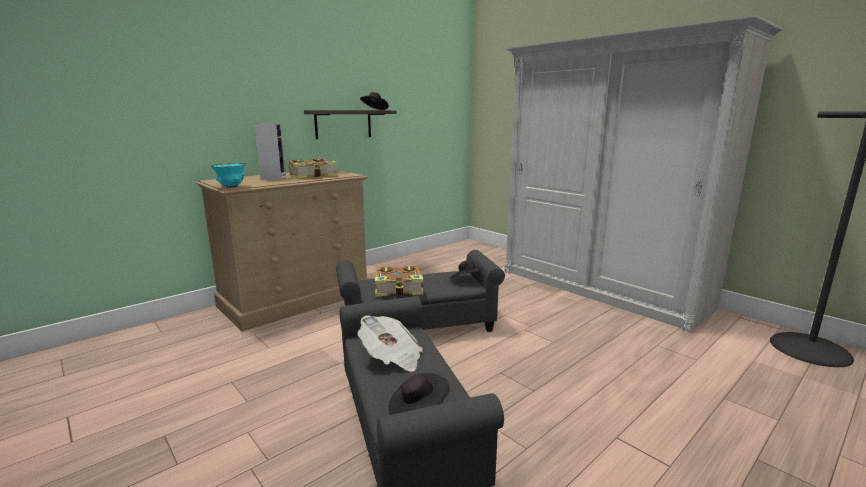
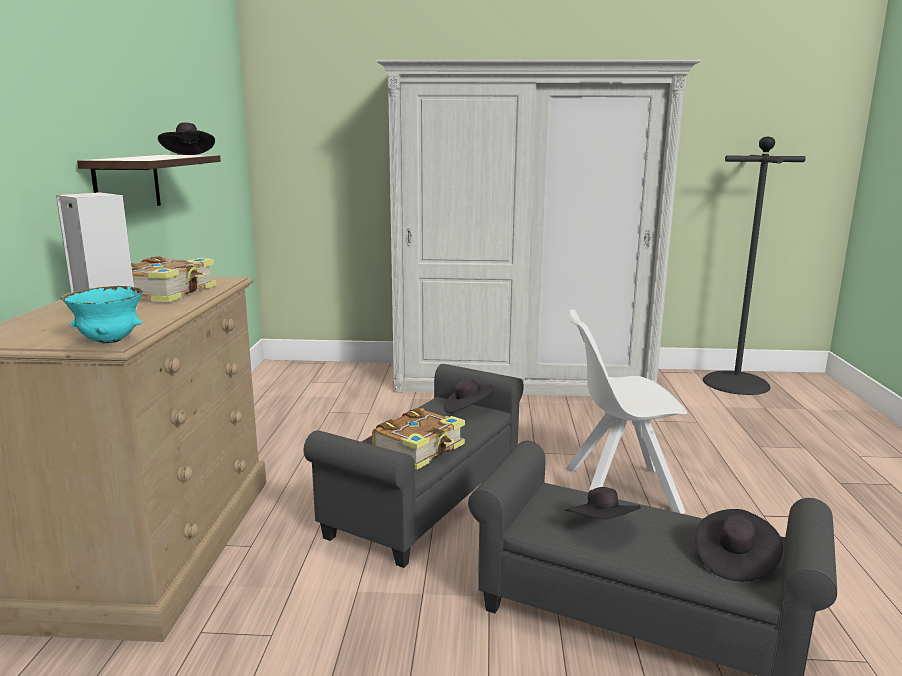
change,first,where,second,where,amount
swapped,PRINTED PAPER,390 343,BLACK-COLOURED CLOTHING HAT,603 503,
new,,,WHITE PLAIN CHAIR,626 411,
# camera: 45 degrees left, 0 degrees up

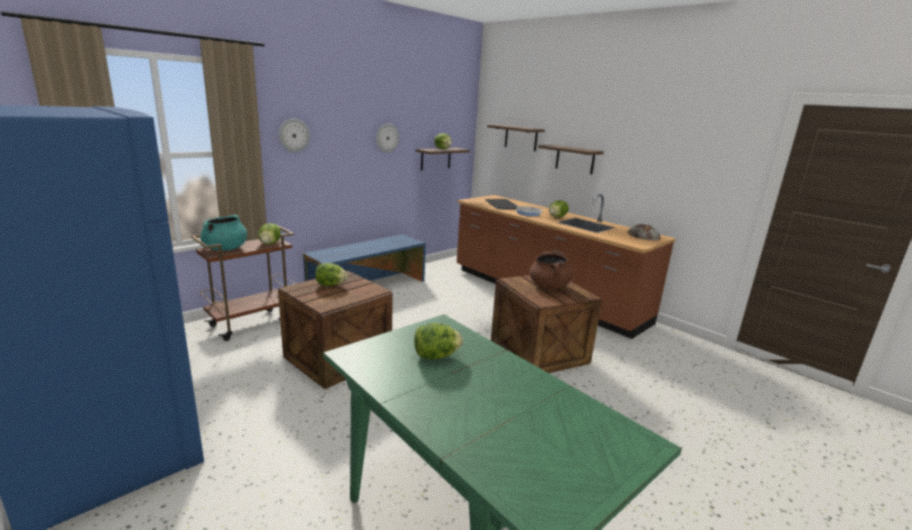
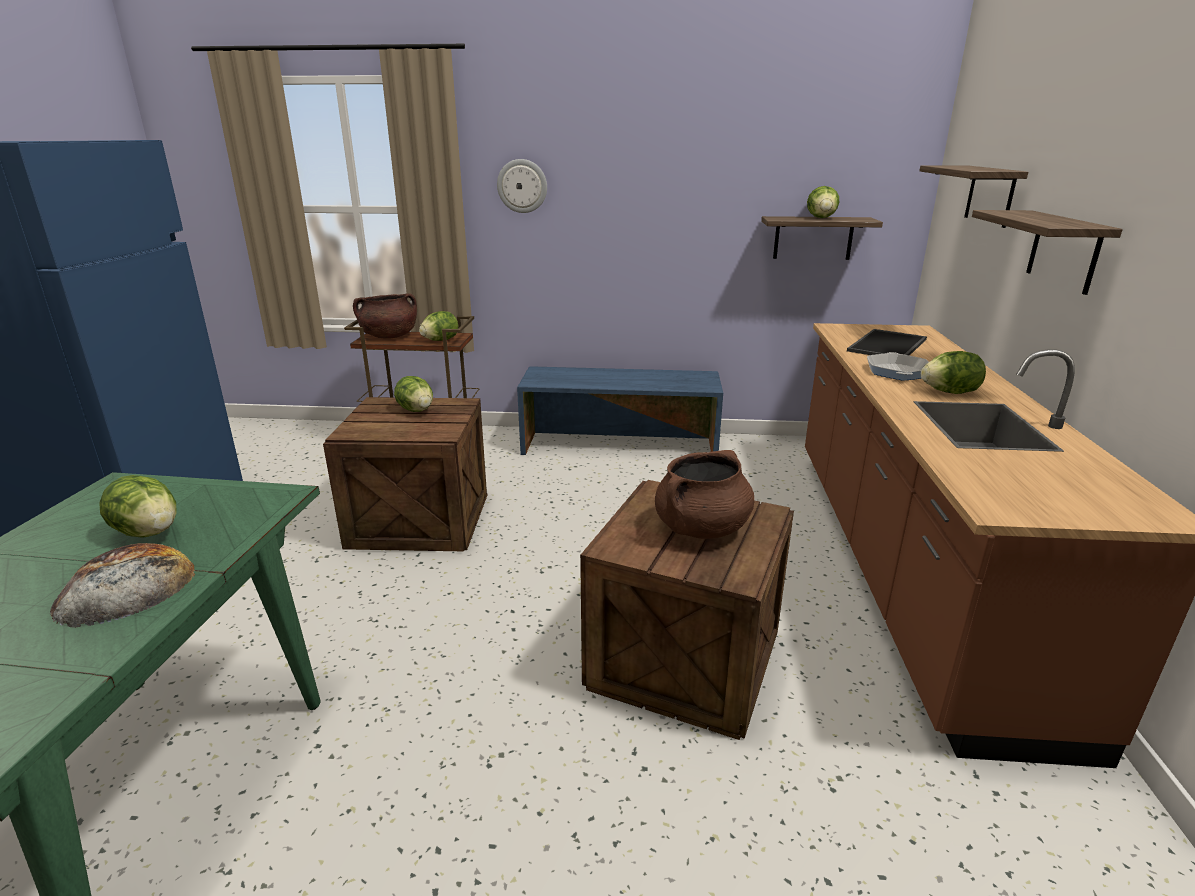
change,first,where,second,where,amount
shifted,BREAD,644 232,,122 585,
repainted,TURQUOISE COOKING POT,223 233,BROWNISH COOKING POT,385 316,
gone,HANGING CLOCK,387 138,,,
# camera: 50 degrees right, 5 degrees up

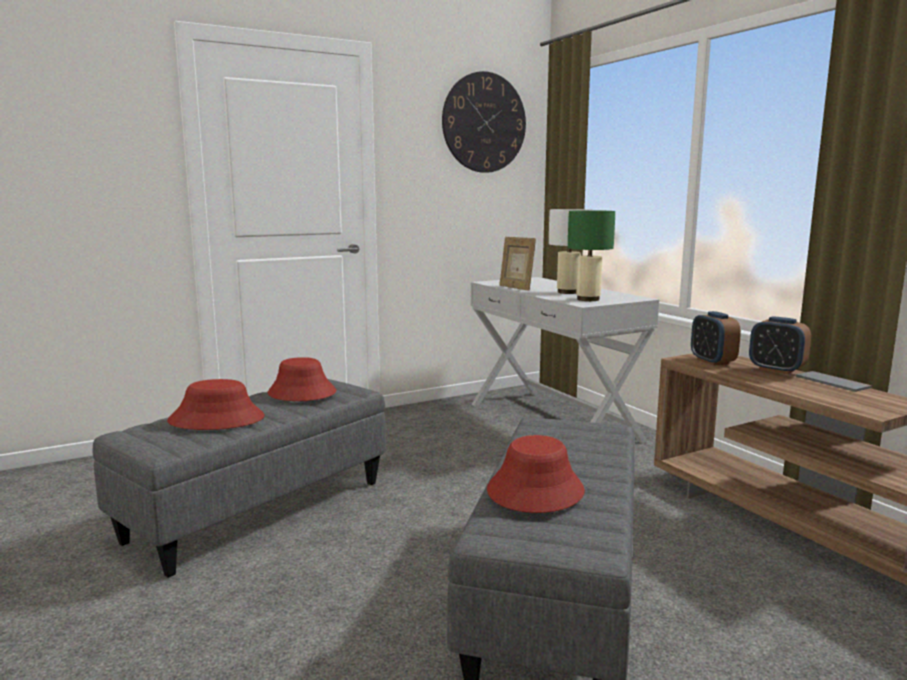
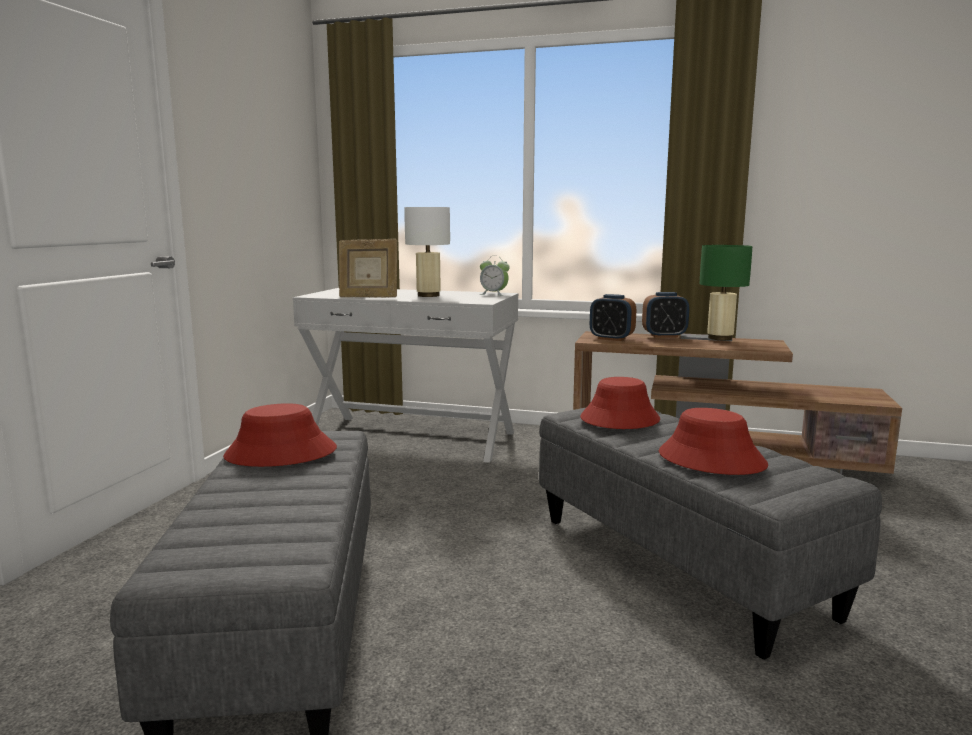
change,first,where,second,where,amount
new,,,TABLE CLOCK,495 276,
shifted,RED-COLOURED CLOTHING HAT,216 404,,620 403,
shifted,GREEN LAMP FOR A TABLE,591 255,,726 292,
gone,HANGING CLOCK,484 122,,,
# camera: 45 degrees left, 0 degrees up

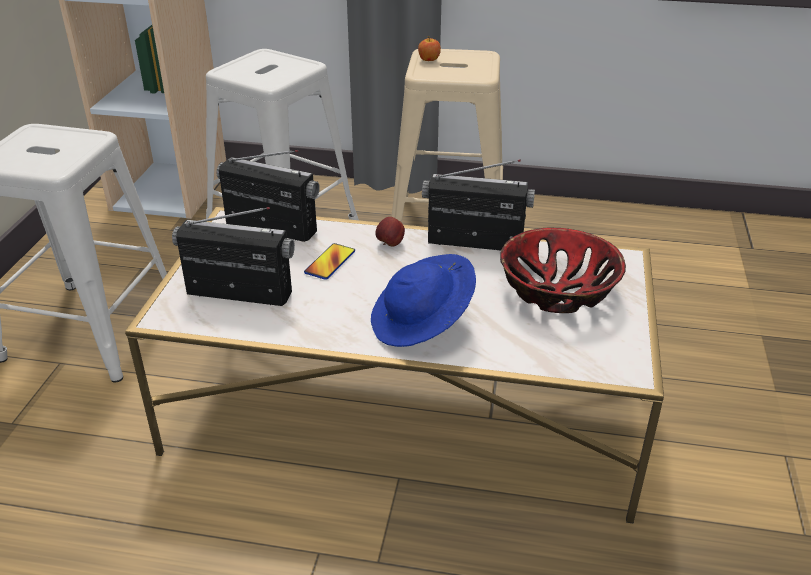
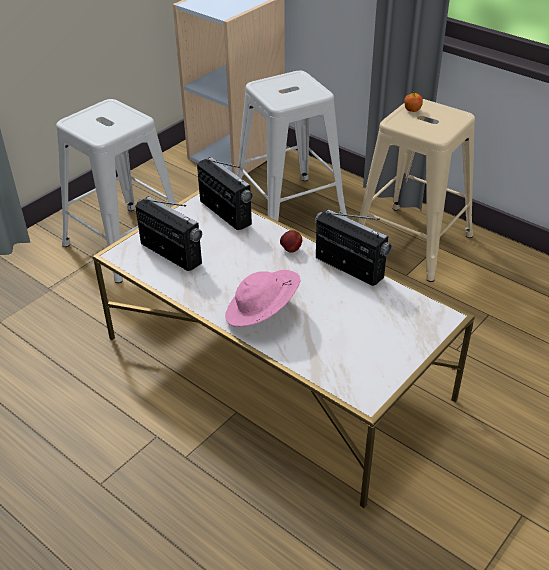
change,first,where,second,where,amount
repainted,BLUE CLOTHING HAT,423 300,PINKISH CLOTHING HAT,262 298,
gone,TELEPHONE,329 261,,,
gone,DEEP DISH,563 270,,,
# camera: 30 degrees right, 5 degrees up

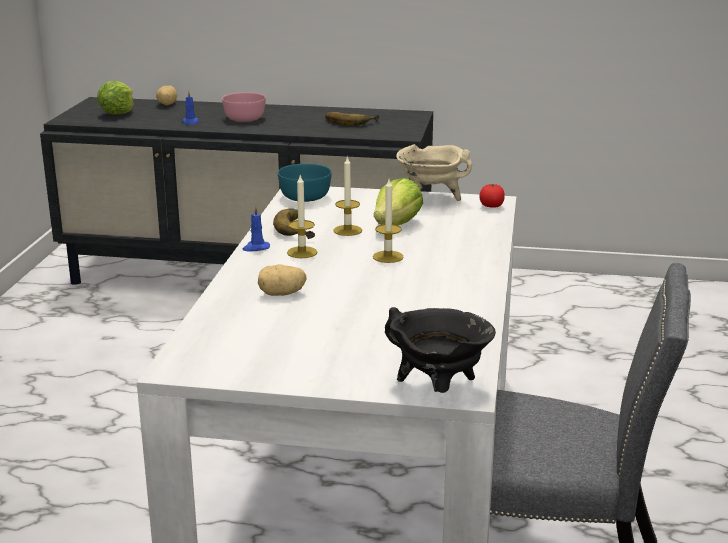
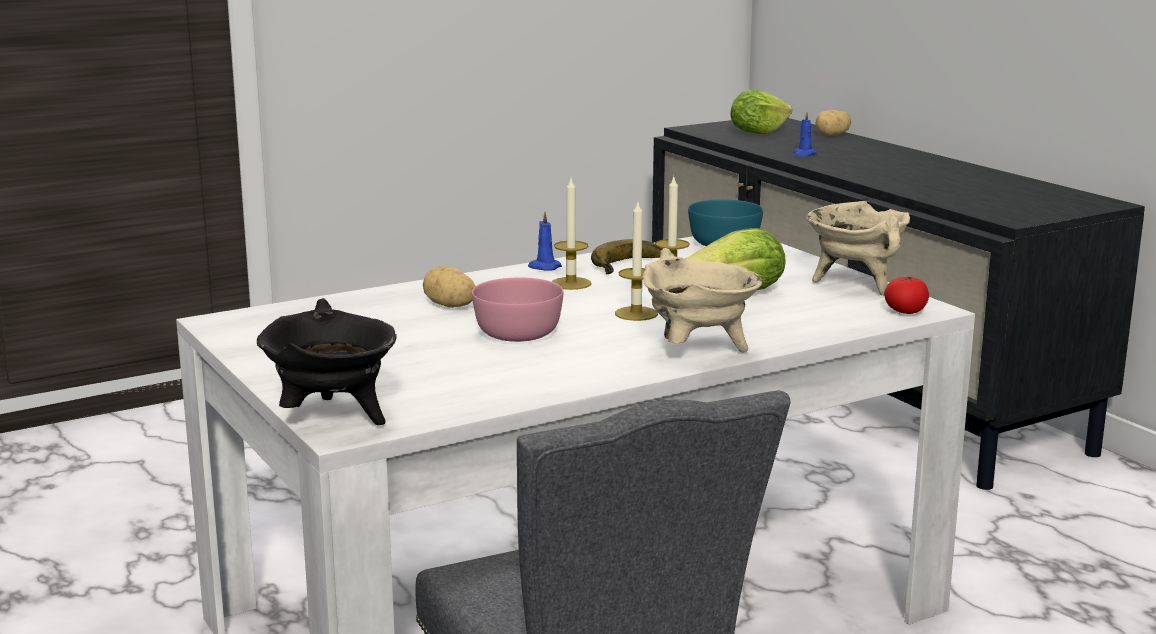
change,first,where,second,where,amount
shifted,PINKISH DEEP DISH,244 107,,517 310,
new,,,BEIGE COOKING POT,702 300,
gone,BANANA FRUIT,352 118,,,
# camera: 50 degrees right, 5 degrees down

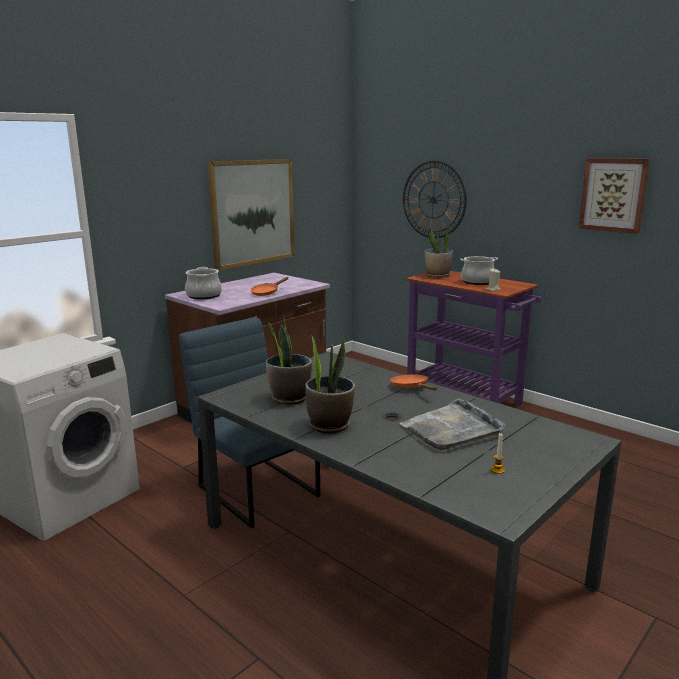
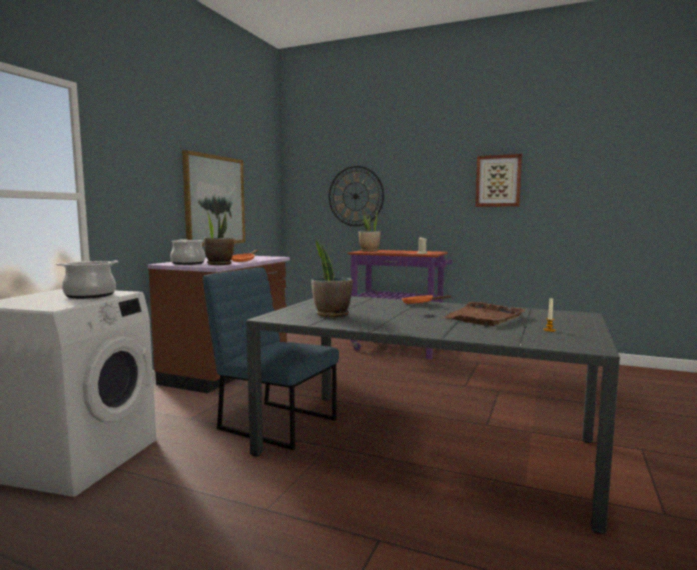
change,first,where,second,where,amount
shifted,COOKING POT,479 270,,87 280,
shifted,PLANT IN A POT,330 384,,219 237,
repainted,GREYISH TRAY,452 424,BROWNISH TRAY,485 314,
# camera: 20 degrees left, 10 degrees down

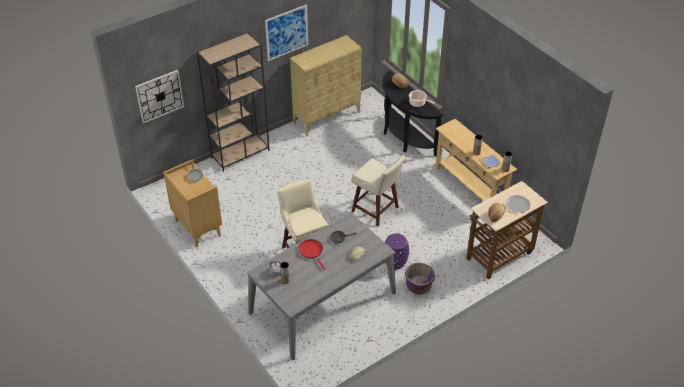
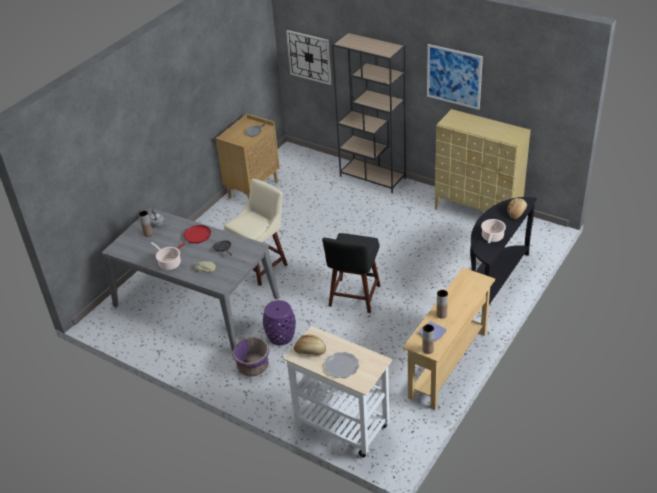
change,first,where,second,where,amount
new,,,COOKING POT,165 256,
repainted,BROWNISH TROLLEY,506 230,WHITE TROLLEY,337 391,
repainted,BEIGE STOOL,378 191,BLACK-COLOURED STOOL,351 273,
# camera: 70 degrees right, 5 degrees down

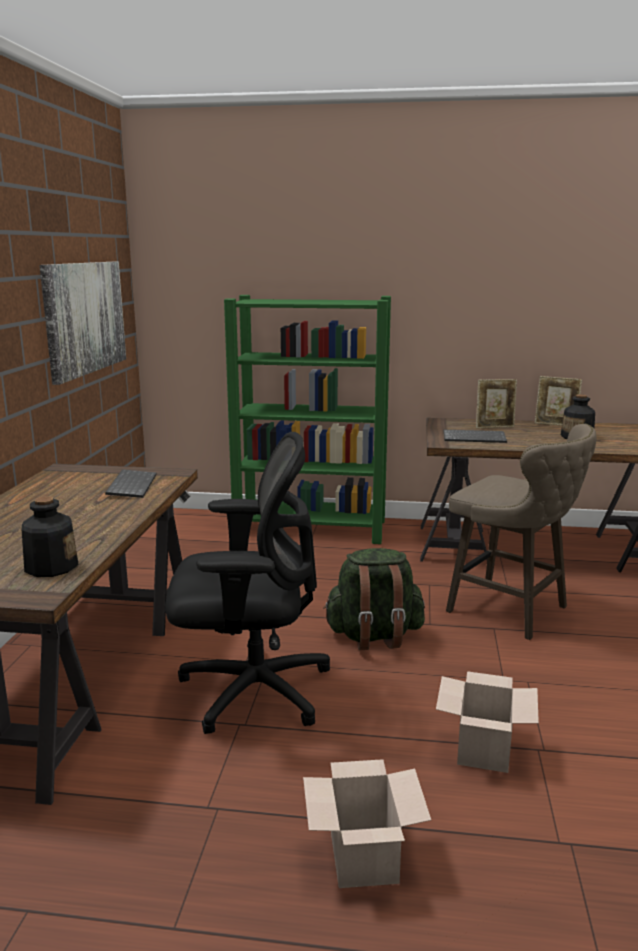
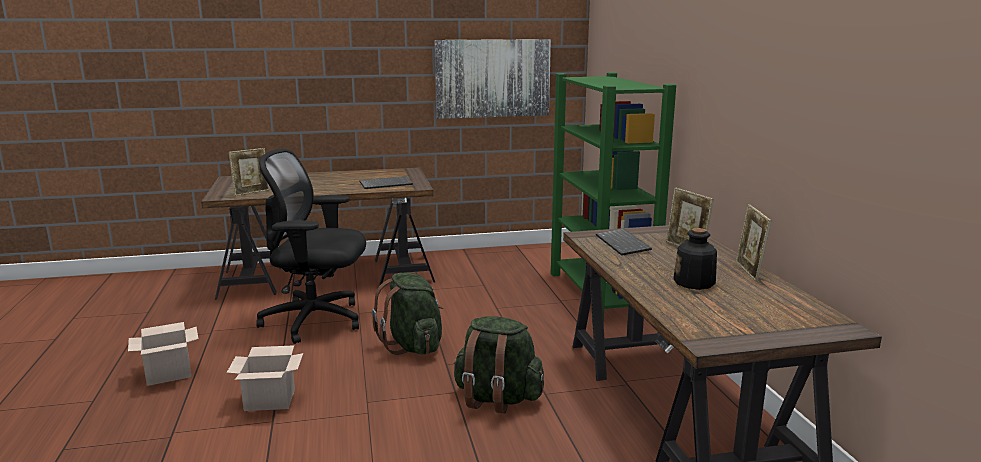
change,first,where,second,where,amount
swapped,BOTTLE,50 536,STANDING FRAME,249 172,
rotated,BLACK-COLOURED COMPUTER CHAIR,247 583,,311 246,120 degrees clockwise
swapped,BEIGE STOOL,521 531,GREEN RUCKSACK,498 365,
# camera: 70 degrees right, 0 degrees up

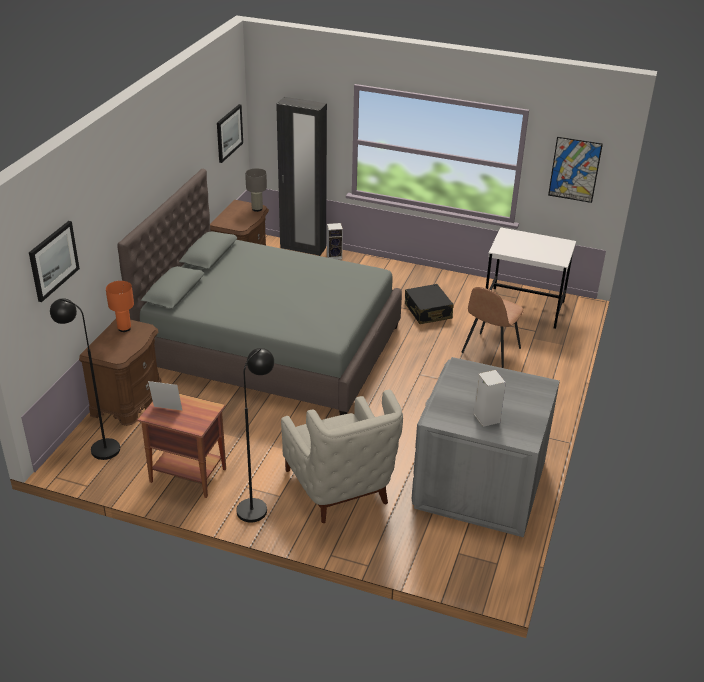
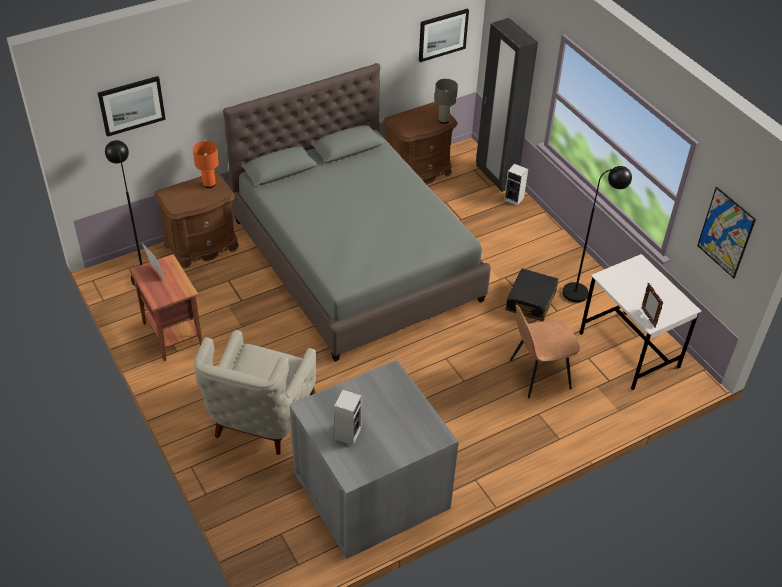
change,first,where,second,where,amount
shifted,BLACK-COLOURED STANDARD LAMP,255 435,,597 234,
new,,,STANDING FRAME,652 305,
# camera: 40 degrees right, 10 degrees up

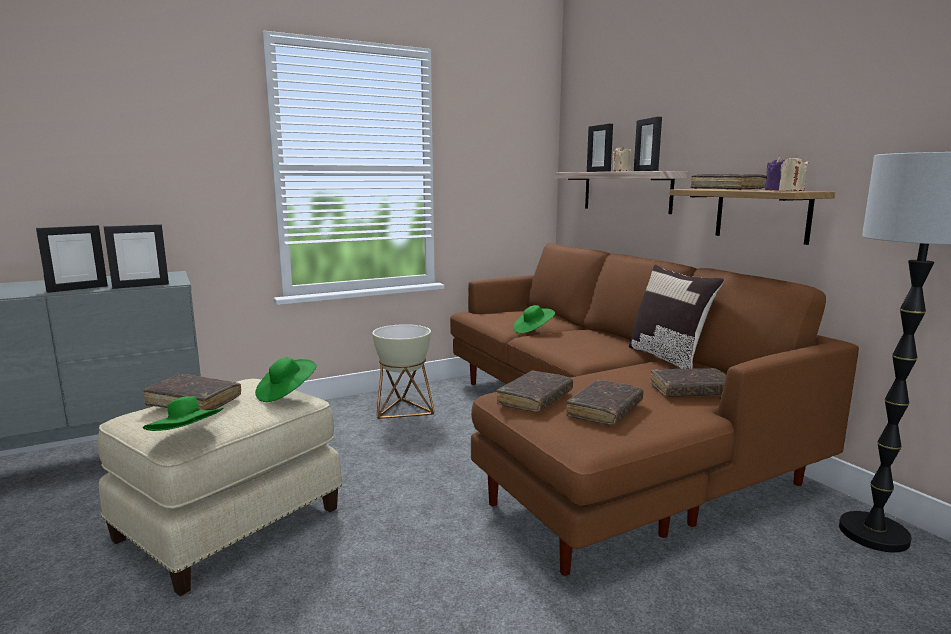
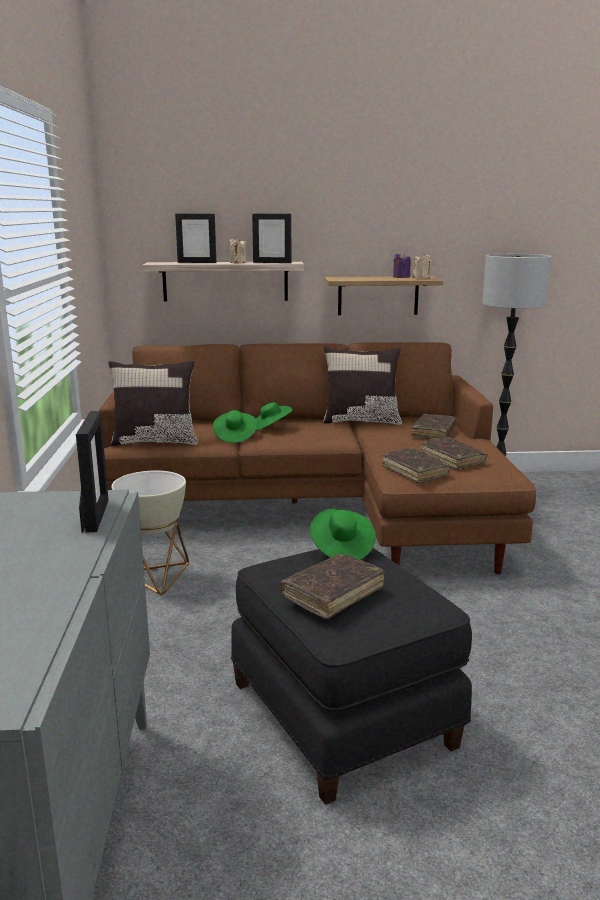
change,first,where,second,where,amount
new,,,PILLOW,153 403,
repainted,BEIGE POUFFE,219 487,BLACK-COLOURED POUFFE,351 676,
shifted,GREEN CLOTHING HAT,183 413,,274 416,
gone,STANDING FRAME,72 259,,,
gone,BROWNISH VOLUME,728 181,,,
# camera: 65 degrees left, 5 degrees up

